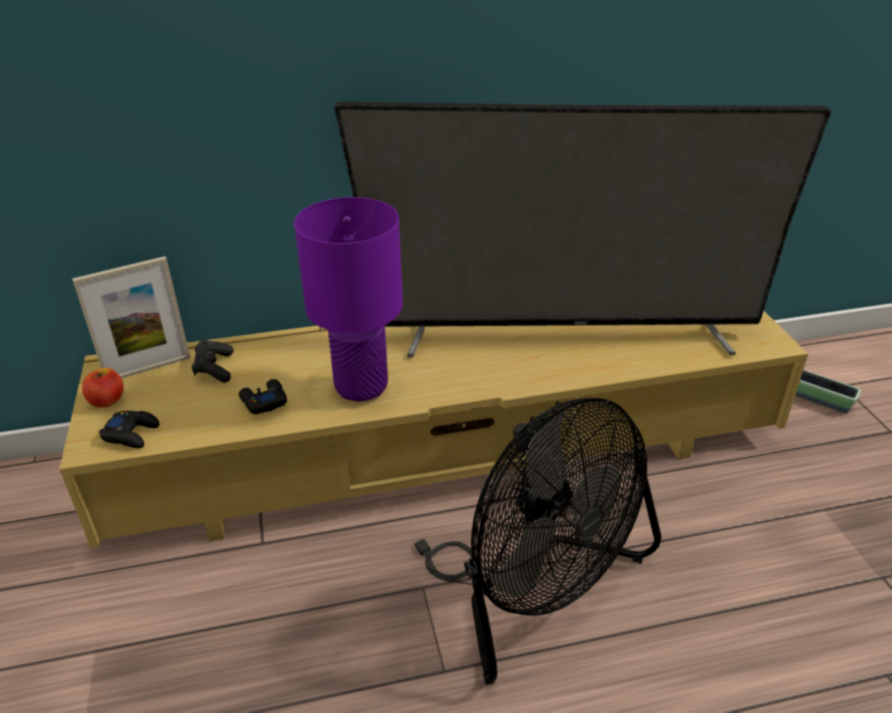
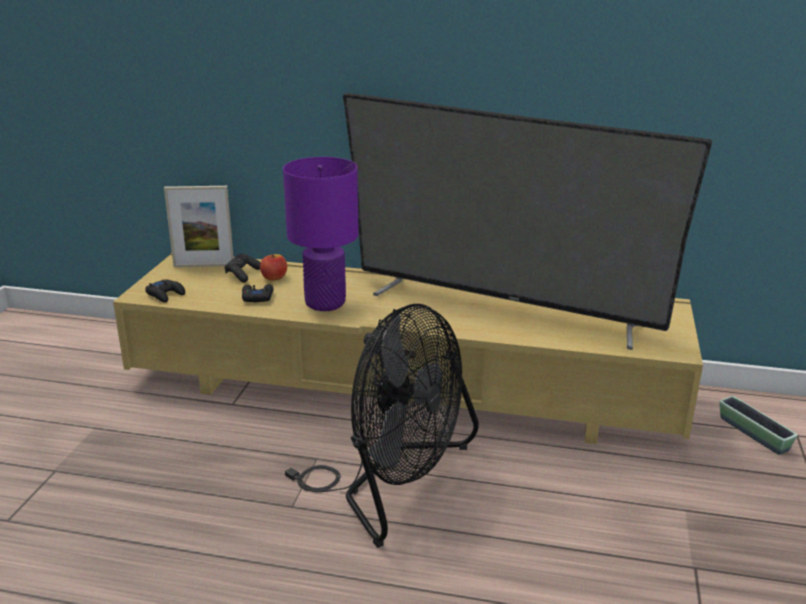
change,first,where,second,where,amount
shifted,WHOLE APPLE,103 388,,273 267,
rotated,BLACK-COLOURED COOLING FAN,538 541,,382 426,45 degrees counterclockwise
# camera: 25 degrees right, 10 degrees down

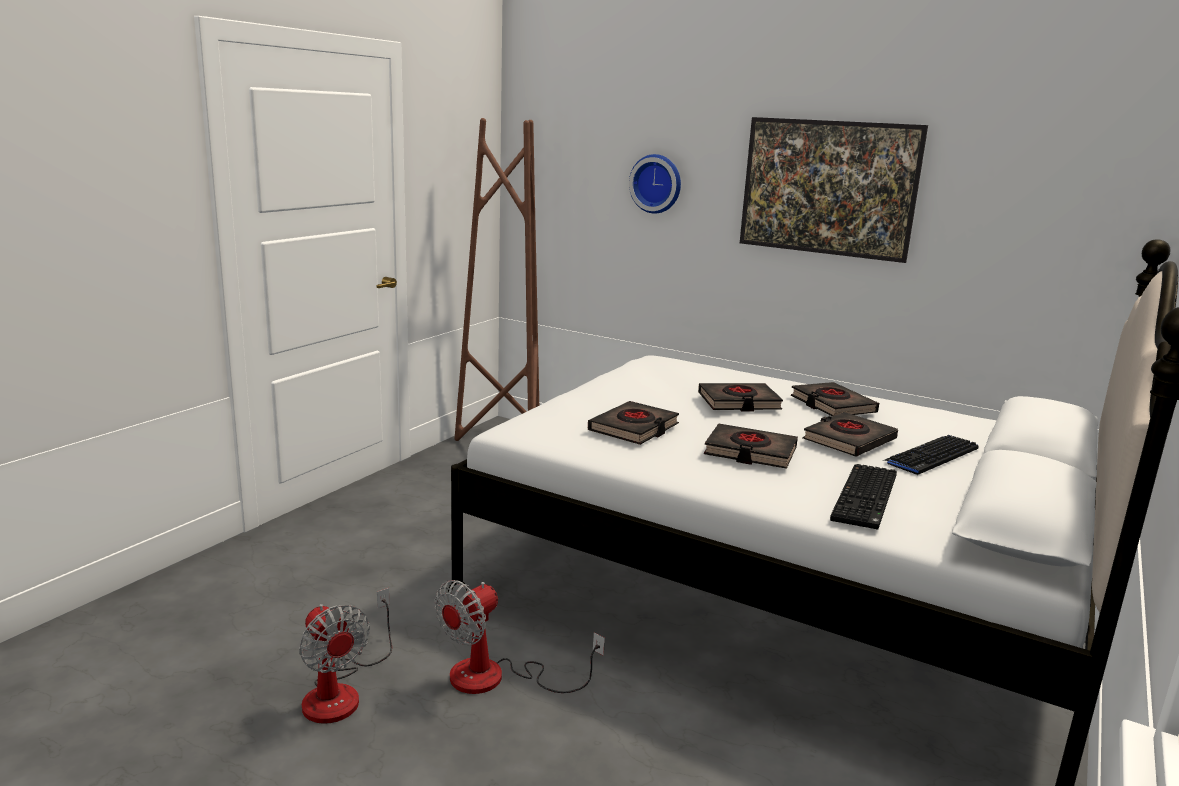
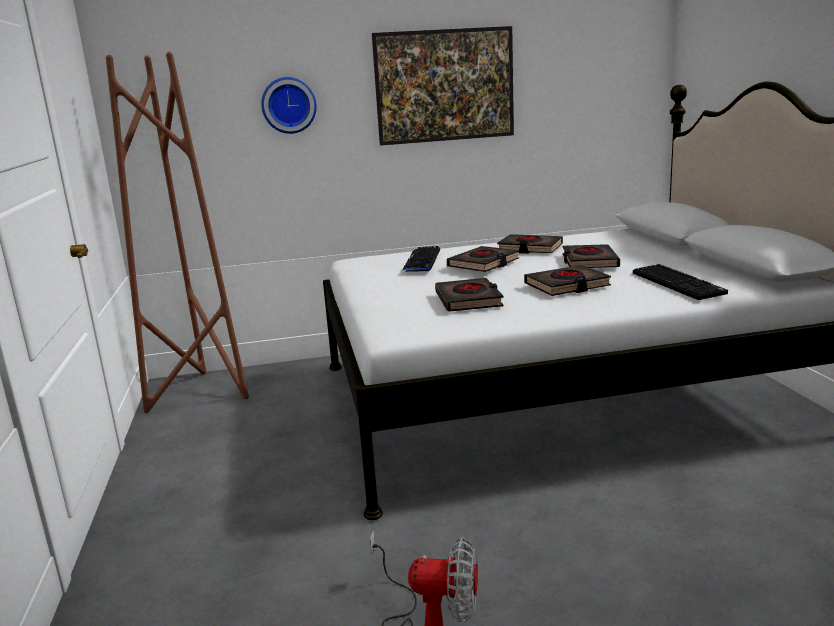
change,first,where,second,where,amount
shifted,KEYBOARD,930 455,,421 259,
gone,COOLING FAN,519 637,,,
# camera: 40 degrees left, 0 degrees up

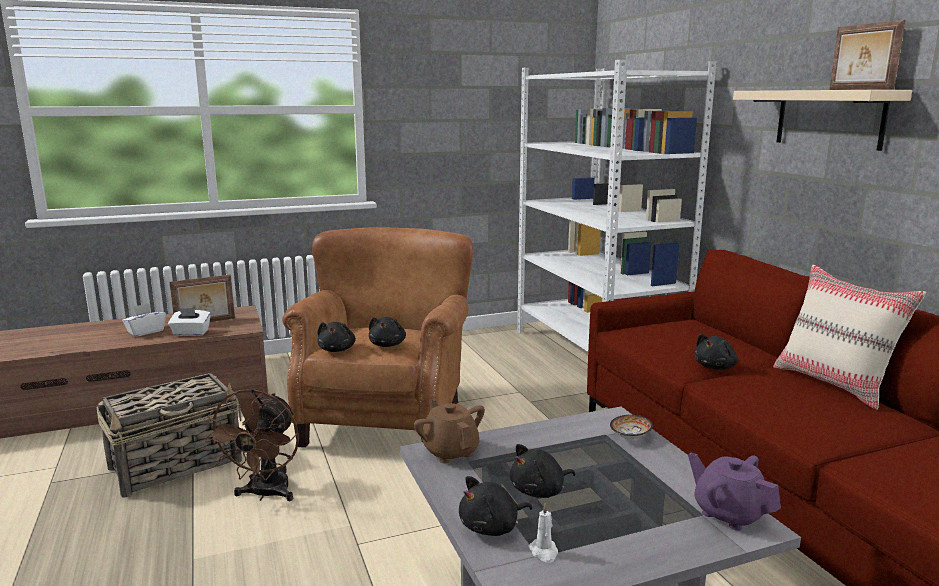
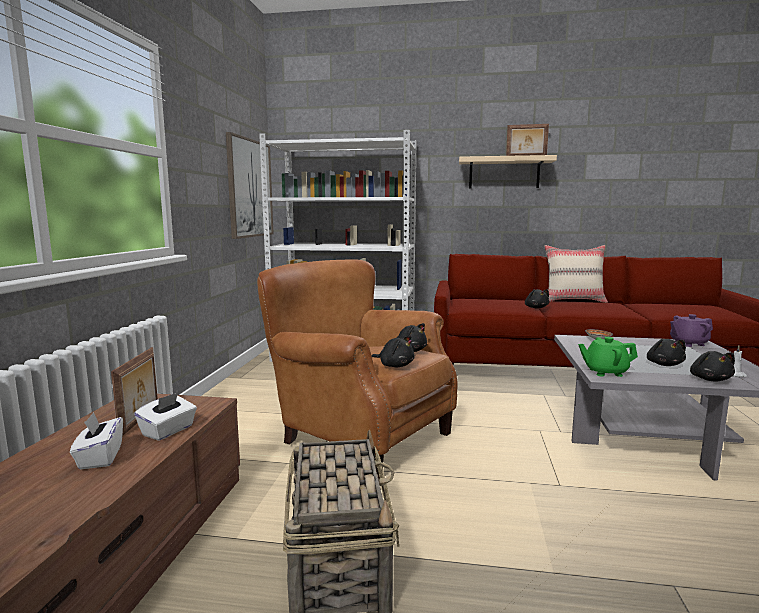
change,first,where,second,where,amount
new,,,PICTURE,250 185,
repainted,BROWNISH TEA POT,449 431,GREEN TEA POT,608 357,
gone,BROWNISH COOLING FAN,251 445,,,
# camera: 60 degrees left, 5 degrees down

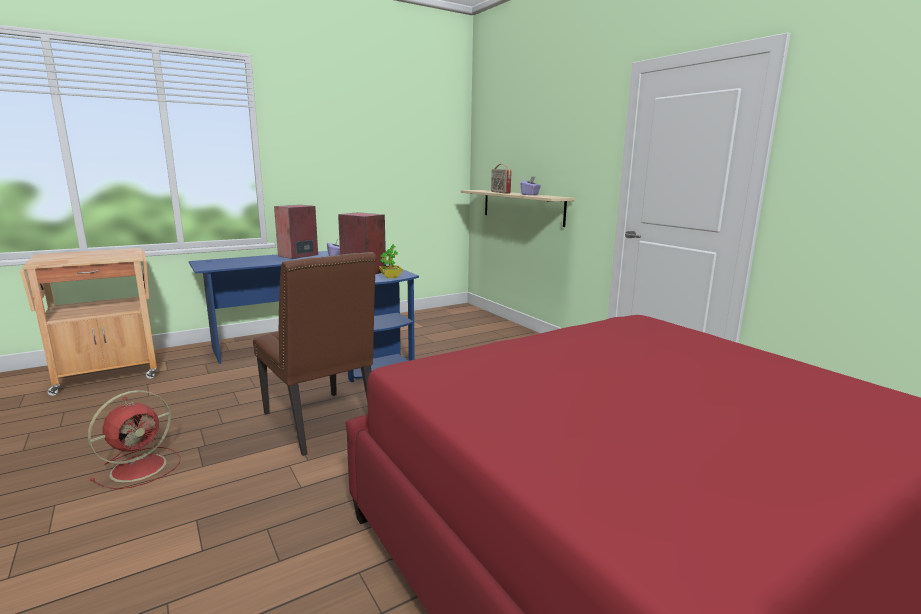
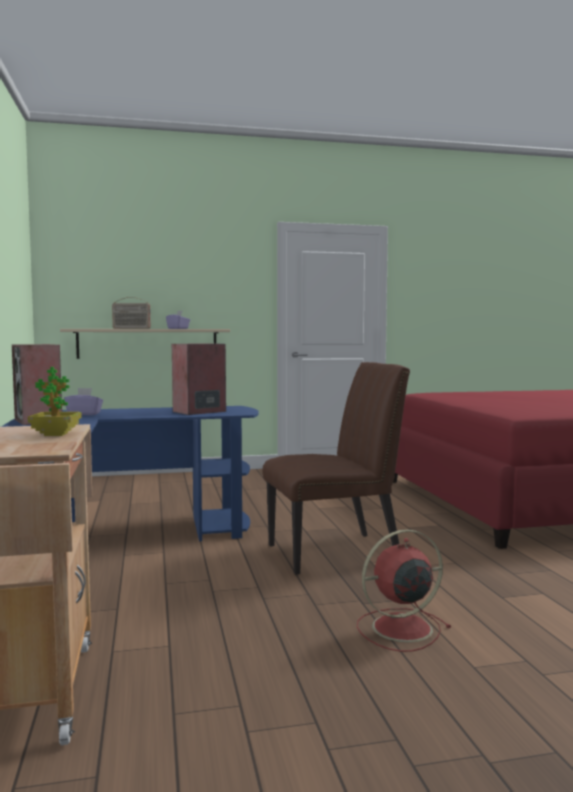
change,first,where,second,where,amount
shifted,PLANT IN A POT,391 261,,55 401,
rotated,RED-COLOURED COOLING FAN,134 439,,404 590,75 degrees counterclockwise
# camera: 70 degrees left, 10 degrees down

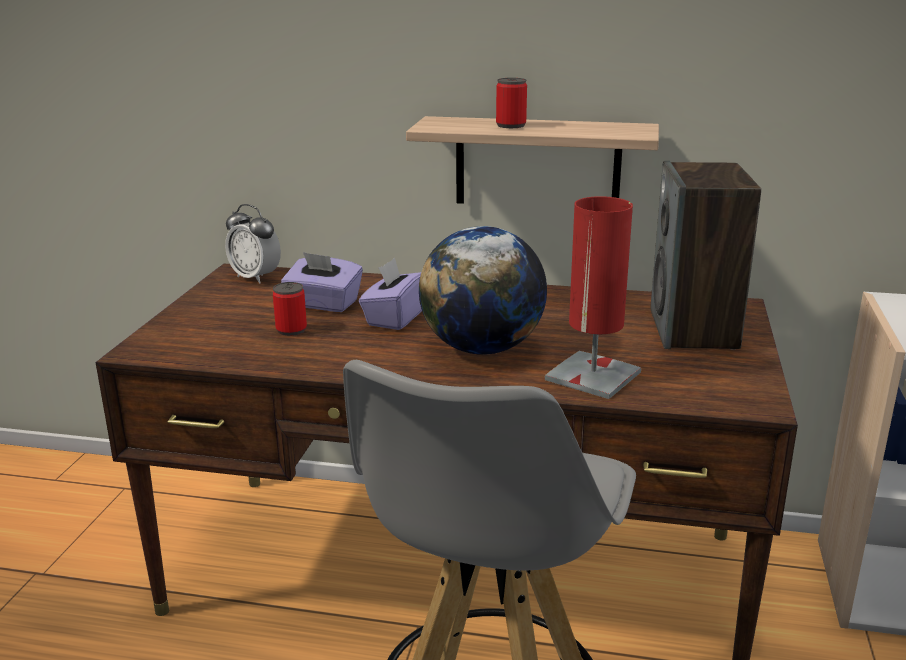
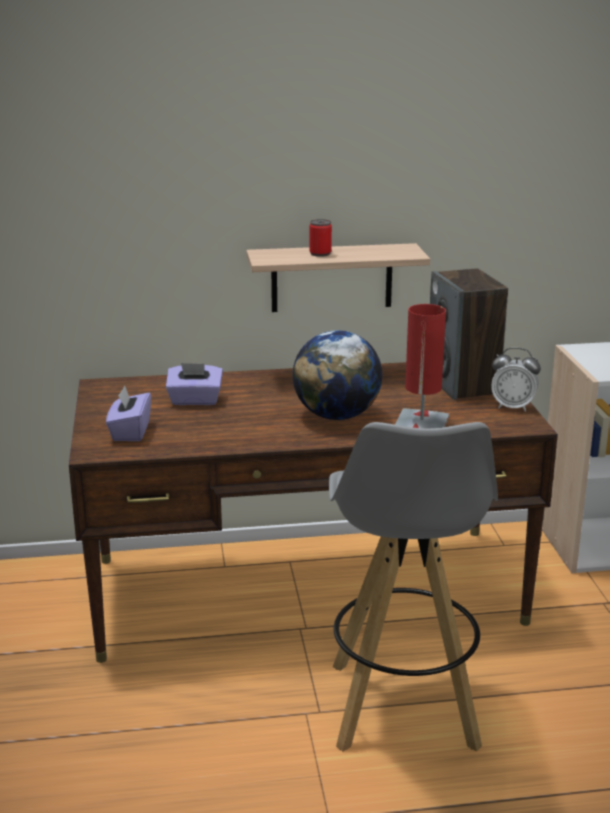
change,first,where,second,where,amount
shifted,PURPLISH TISSUE BOX,390 294,,128 413,
shifted,TABLE CLOCK,253 244,,516 379,
gone,SEALED CAN,290 309,,,
# camera: 20 degrees left, 0 degrees up

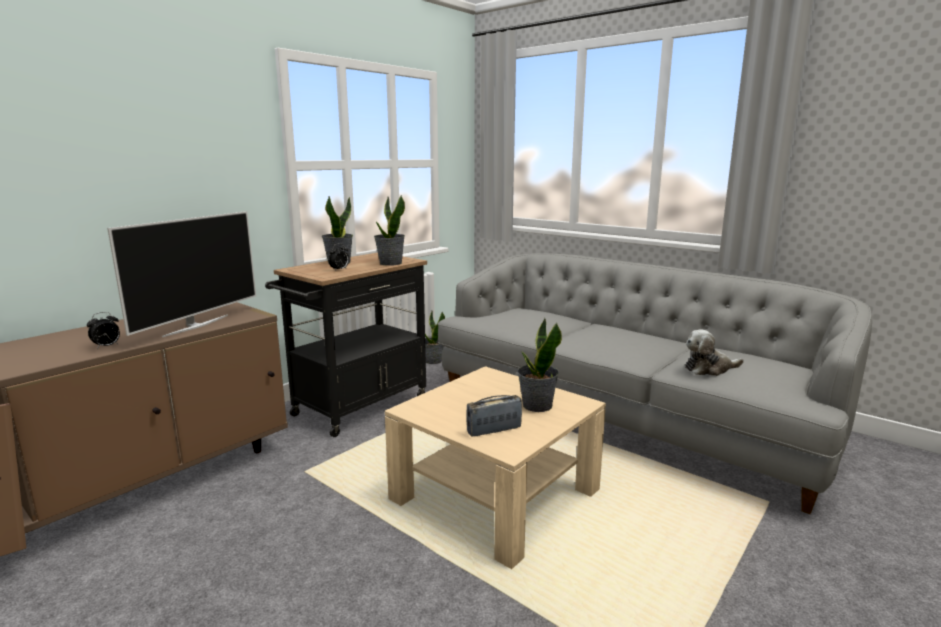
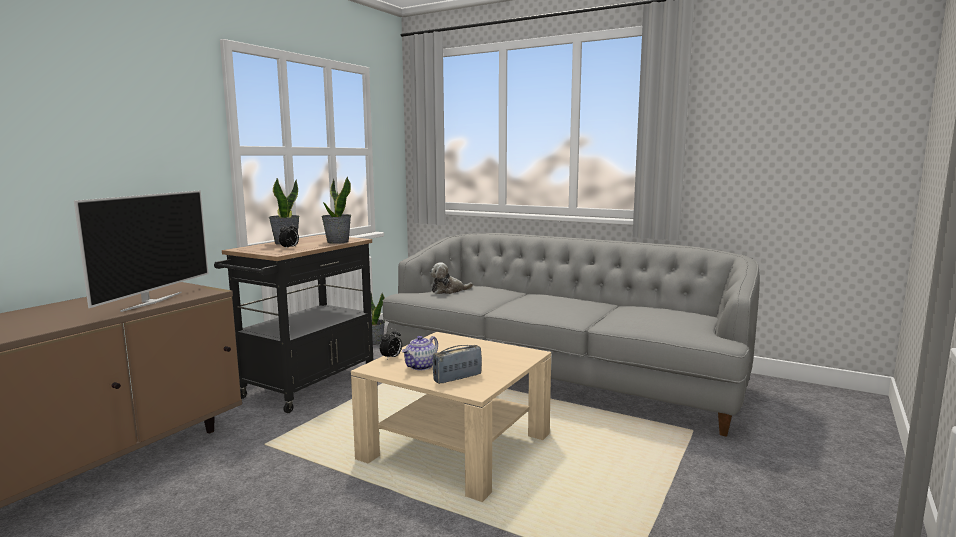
change,first,where,second,where,amount
shifted,TABLE CLOCK,103 330,,391 344,
new,,,TEA POT,420 353,
shifted,PLUSH TOY,714 353,,451 278,
gone,PLANT IN A POT,539 365,,,
# camera: 10 degrees left, 5 degrees down

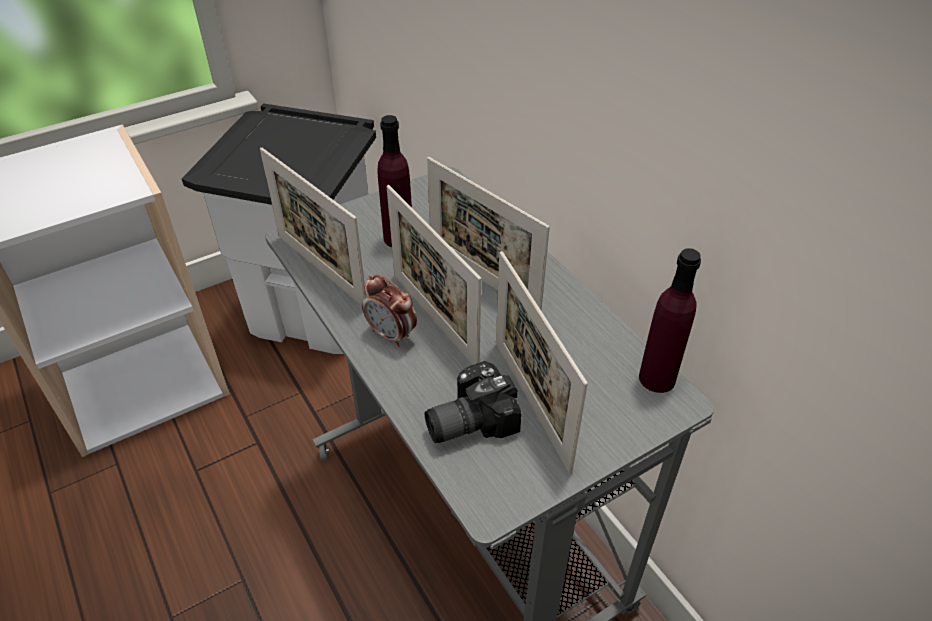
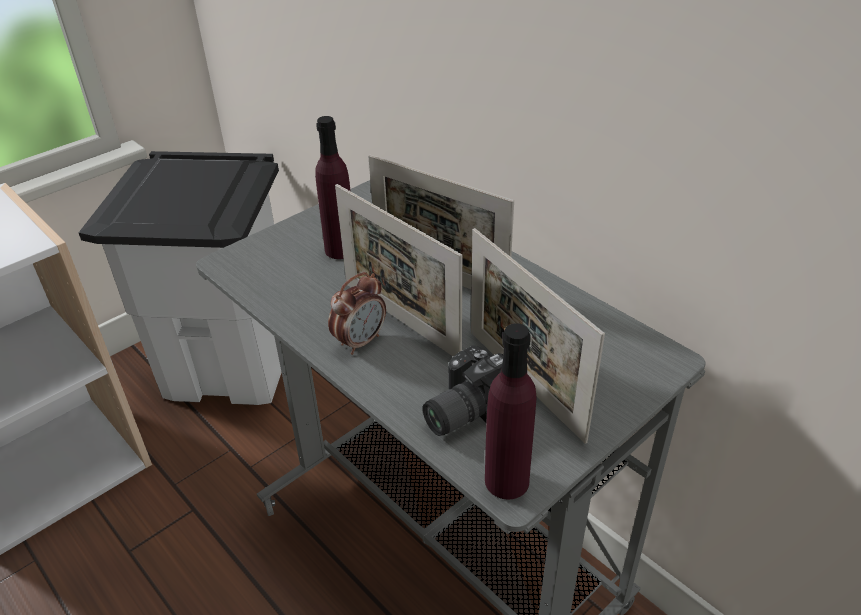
change,first,where,second,where,amount
rotated,TABLE CLOCK,389 310,,357 313,75 degrees counterclockwise
shifted,PURPLISH BOTTLE,670 320,,511 411,
gone,STANDING FRAME,313 226,,,
# camera: 10 degrees left, 5 degrees down

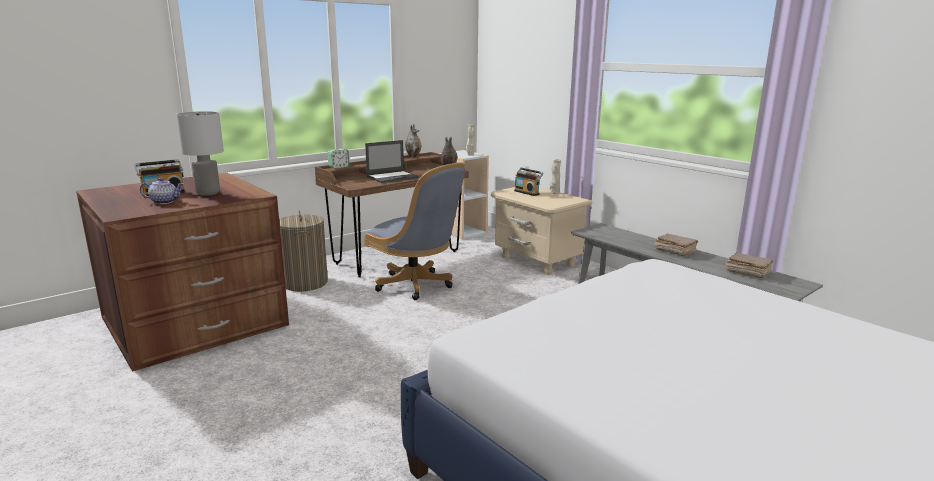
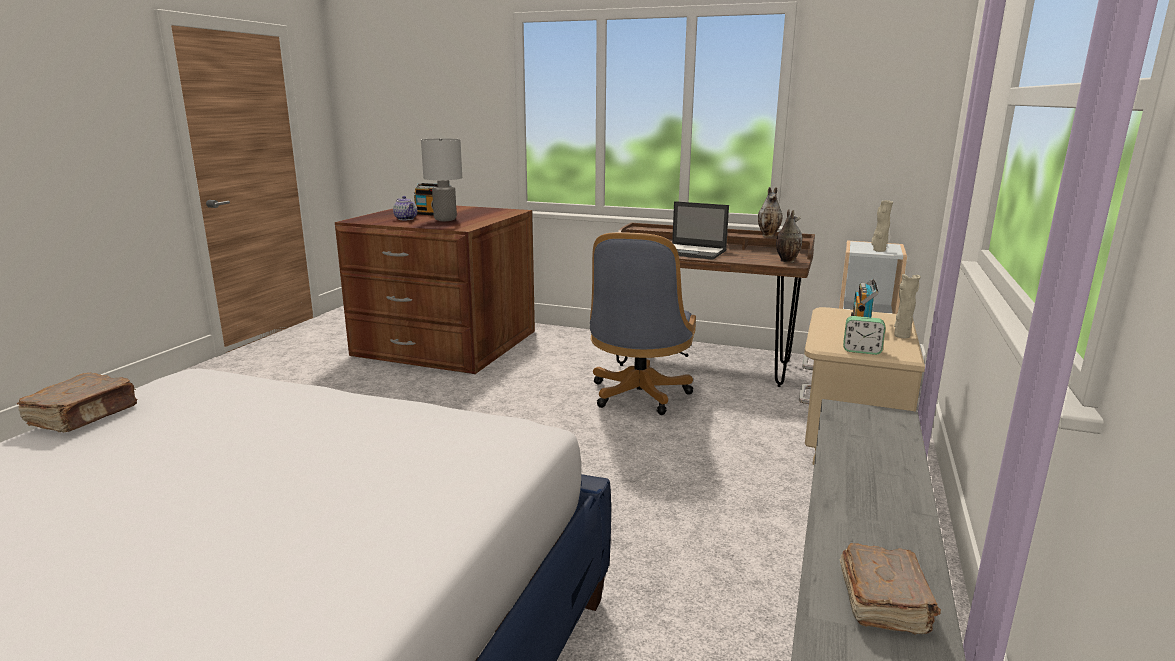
change,first,where,second,where,amount
shifted,BROWNISH VOLUME,676 244,,77 402,
shifted,TABLE CLOCK,338 159,,864 335,
gone,HAMPER,303 251,,,
# camera: 60 degrees right, 0 degrees up

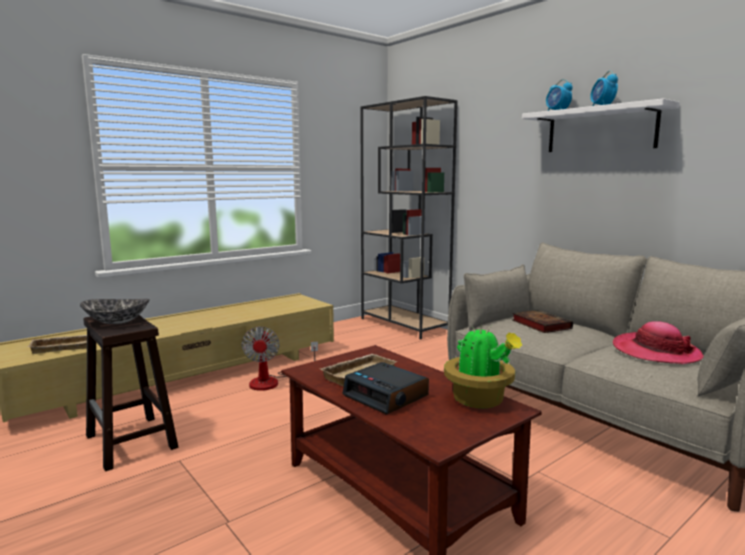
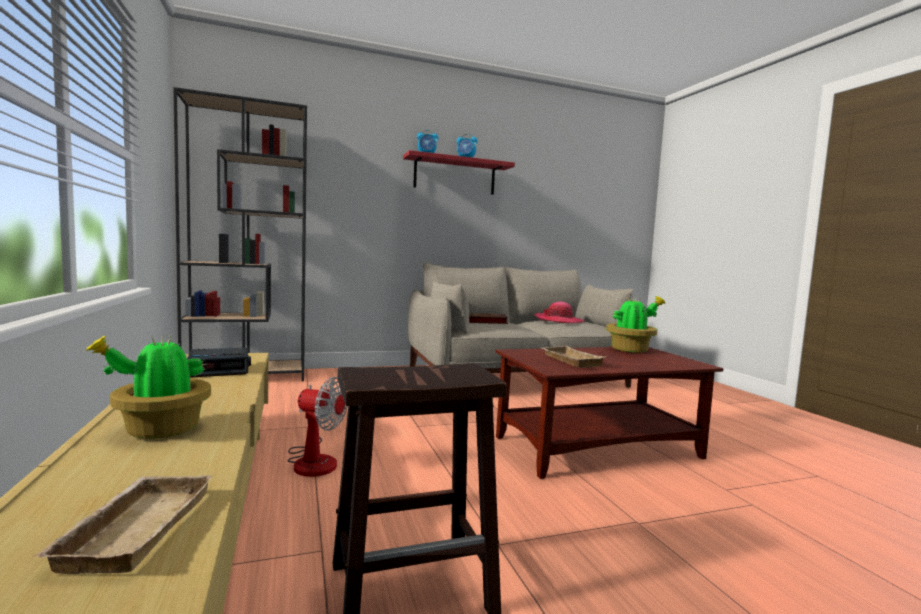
change,first,where,second,where,amount
new,,,PLANT IN A POT,148 386,
shifted,TABLE CLOCK,385 388,,219 362,
repainted,WHITE WALL SHELF,601 125,RED-COLOURED WALL SHELF,459 172,
gone,DEEP DISH,115 311,,,
# camera: 70 degrees left, 5 degrees down

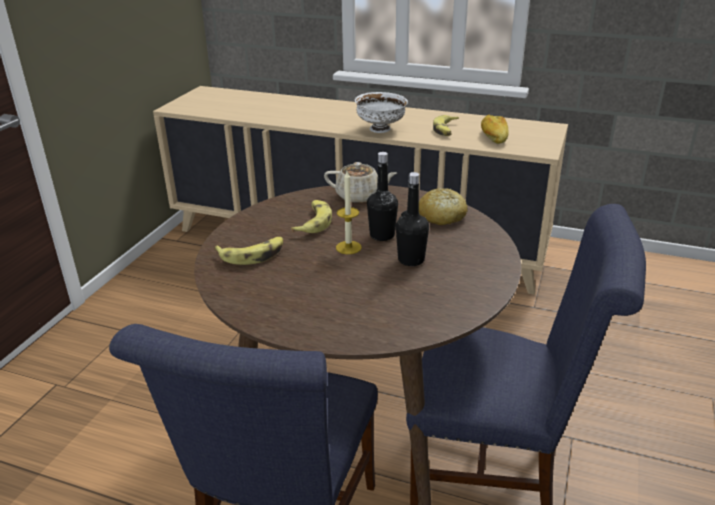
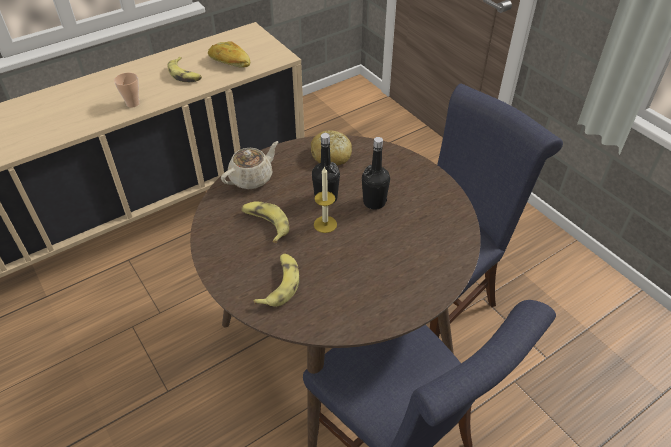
change,first,where,second,where,amount
swapped,WHITE DEEP DISH,381 112,SMALL CUP,127 90,
# camera: 55 degrees left, 15 degrees up

